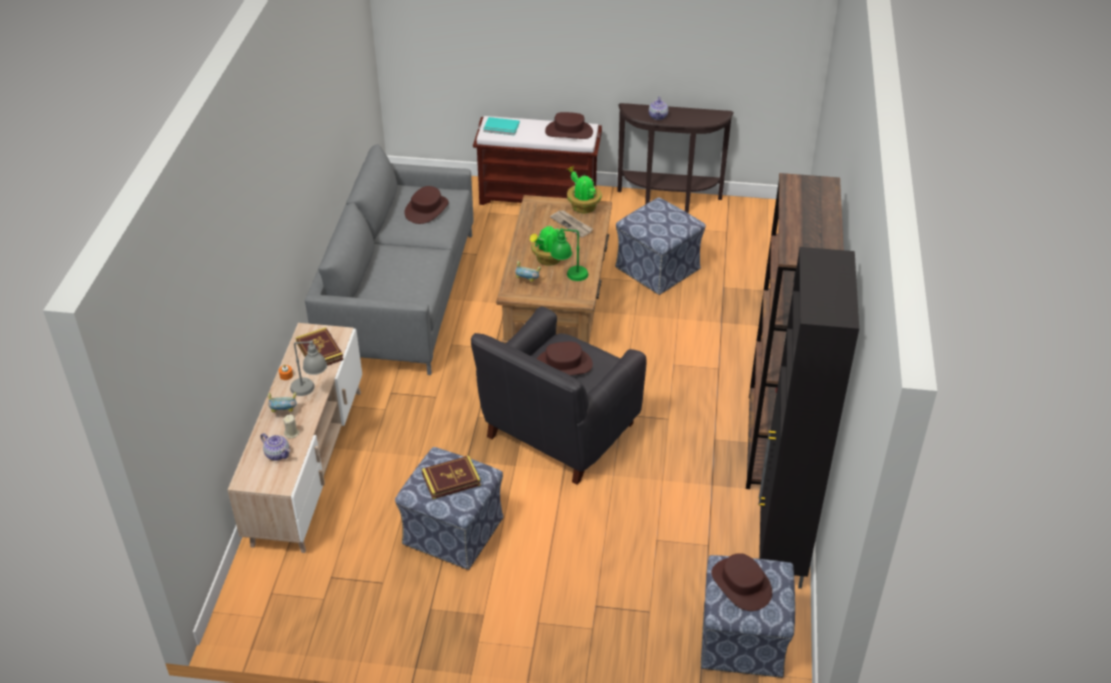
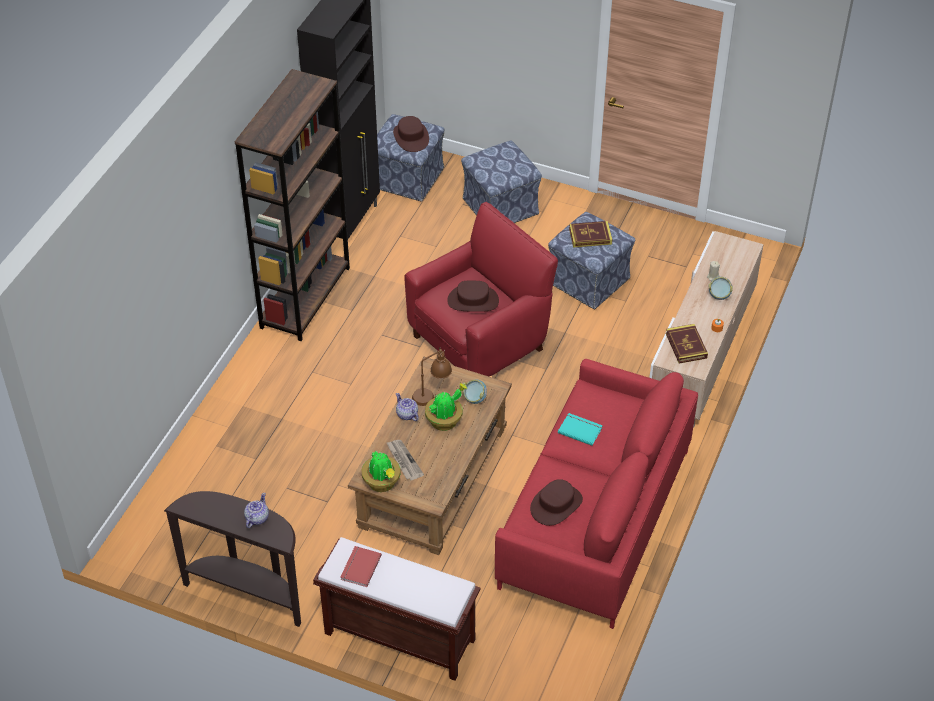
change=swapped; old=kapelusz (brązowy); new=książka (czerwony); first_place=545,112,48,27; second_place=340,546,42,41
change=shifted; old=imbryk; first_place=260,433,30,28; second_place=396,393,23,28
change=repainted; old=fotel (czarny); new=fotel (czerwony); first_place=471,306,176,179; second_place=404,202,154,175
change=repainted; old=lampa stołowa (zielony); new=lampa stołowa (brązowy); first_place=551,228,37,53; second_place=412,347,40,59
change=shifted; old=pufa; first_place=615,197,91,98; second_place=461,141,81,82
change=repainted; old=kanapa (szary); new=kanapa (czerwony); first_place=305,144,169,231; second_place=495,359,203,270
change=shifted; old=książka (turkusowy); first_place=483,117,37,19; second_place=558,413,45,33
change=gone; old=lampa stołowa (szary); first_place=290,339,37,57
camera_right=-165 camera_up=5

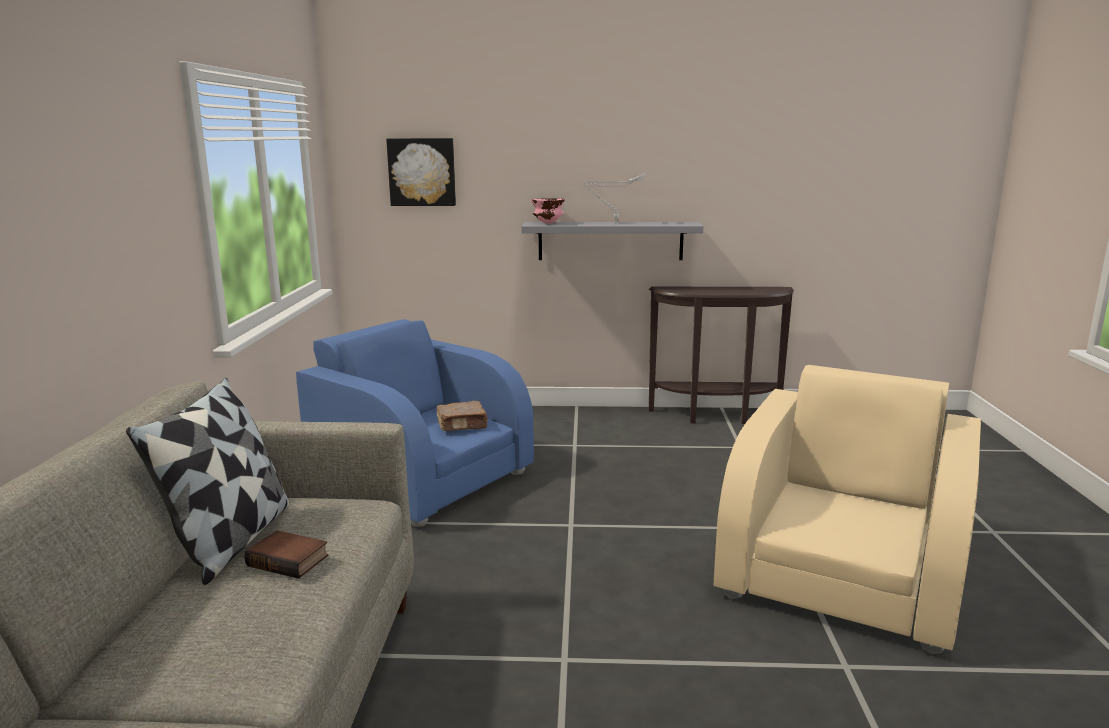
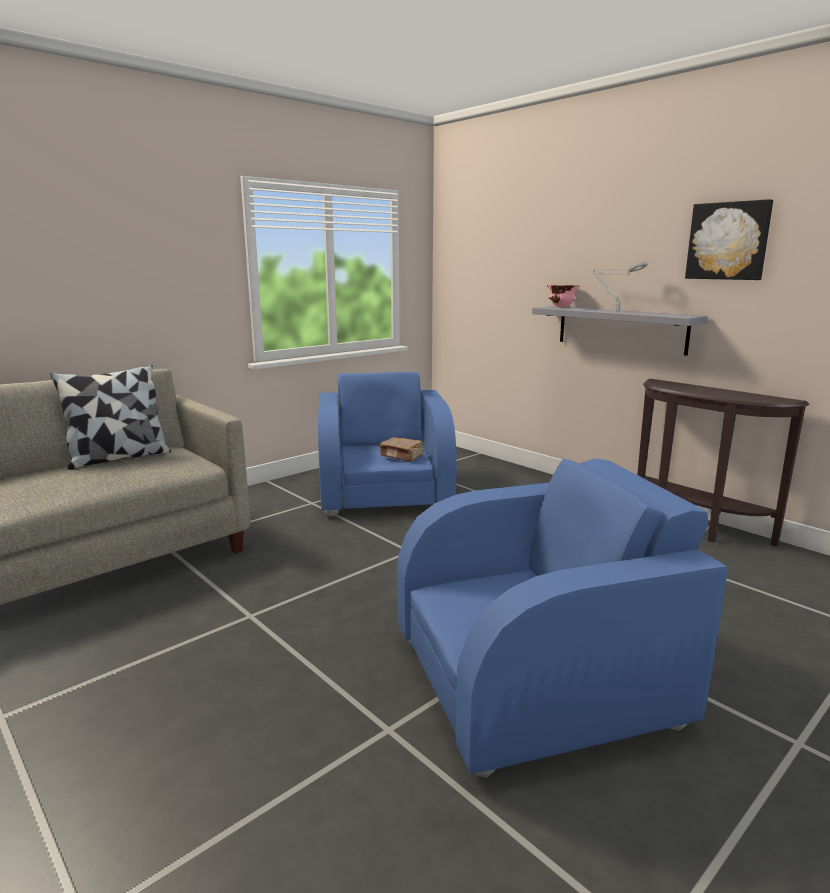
change=repainted; old=fotel (beżowy); new=fotel (niebieski); first_place=714,365,267,289; second_place=397,458,330,320
change=shifted; old=obraz; first_place=386,138,70,68; second_place=685,199,88,81
change=gone; old=książka; first_place=244,530,85,49
camera_right=45 camera_up=0

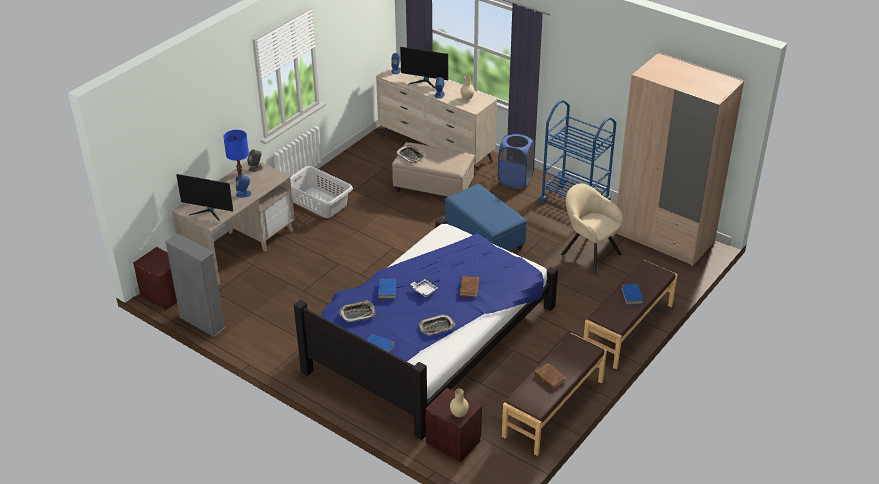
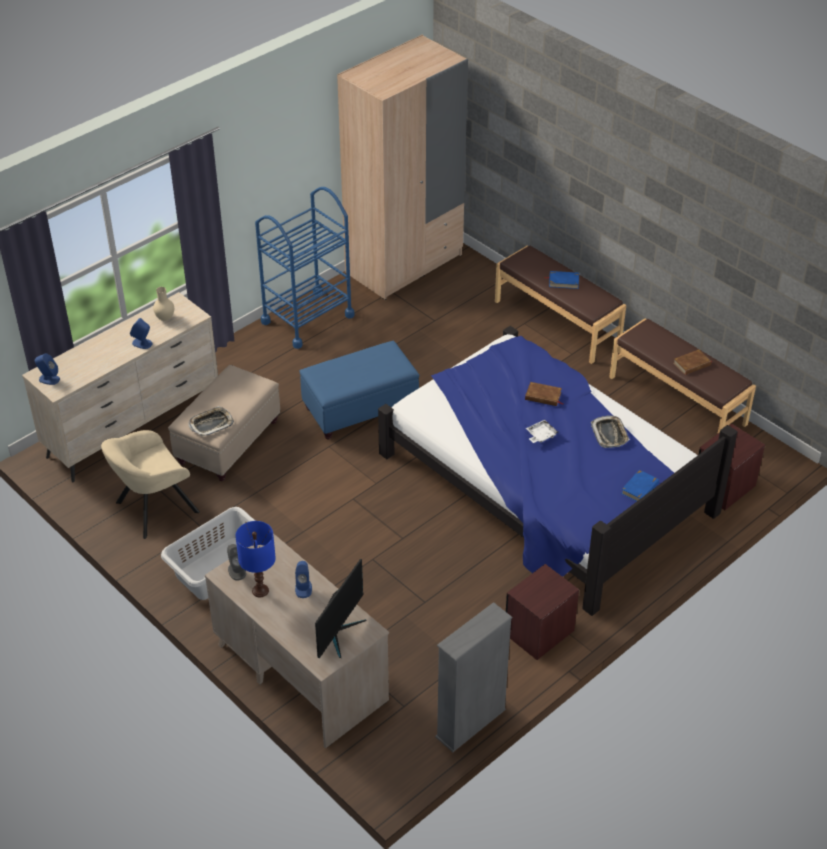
change=shifted; old=fotel (beżowy); first_place=561,183,62,91; second_place=101,430,99,109
change=shifted; old=szafka nocna (brązowy); first_place=133,247,44,63; second_place=506,564,73,96
change=gone; old=taca; first_place=339,300,37,22
change=gone; old=książka (niebieski); first_place=378,279,18,23
change=gone; old=monitor; first_place=400,47,48,42
change=gone; old=wazon (beżowy); first_place=450,388,19,29
change=gone; old=kosz na pranie (niebieski); first_place=498,133,37,55
camera_right=-80 camera_up=5

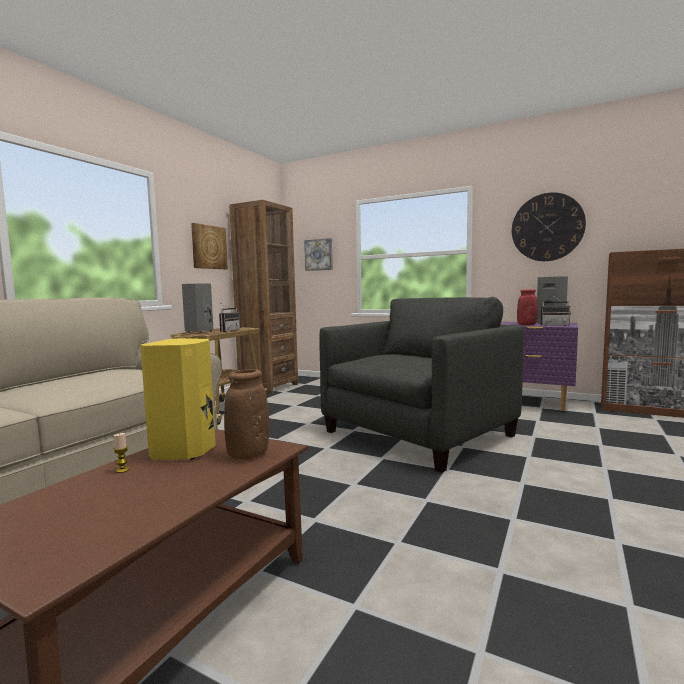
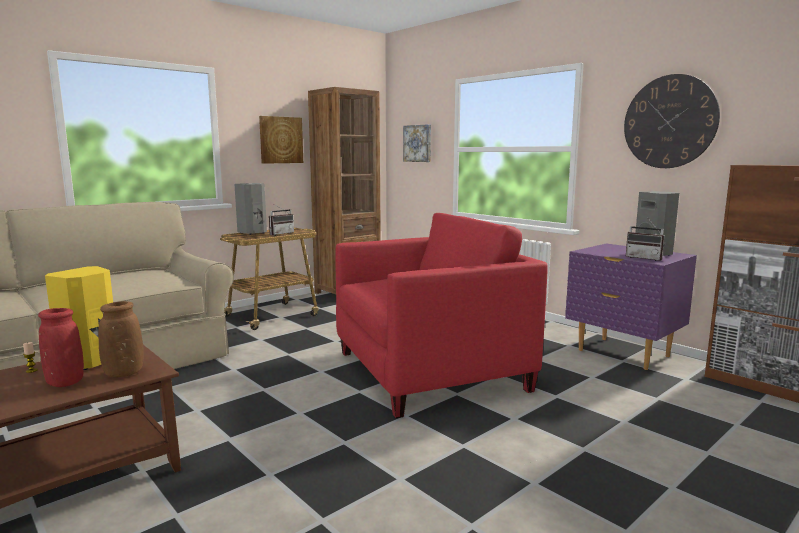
change=shifted; old=wazon (czerwony); first_place=517,289,21,36; second_place=38,308,46,79
change=repainted; old=fotel (szary); new=fotel (czerwony); first_place=320,297,204,176; second_place=335,213,213,205
camera_right=20 camera_up=5

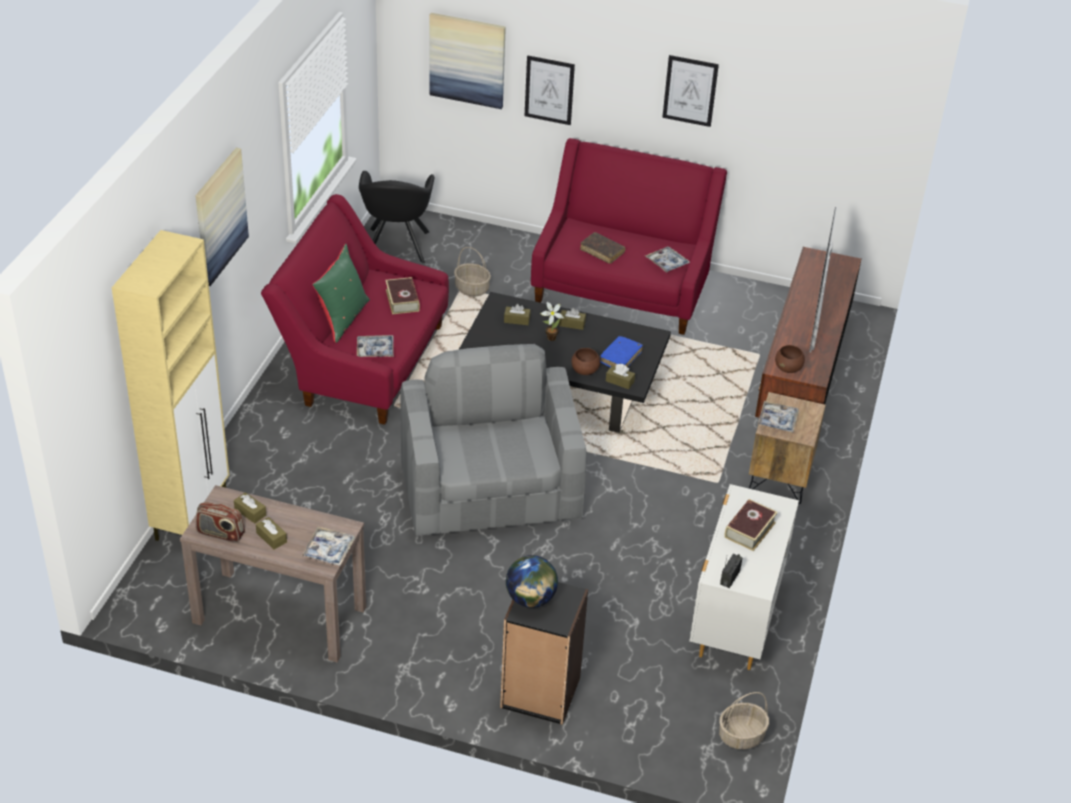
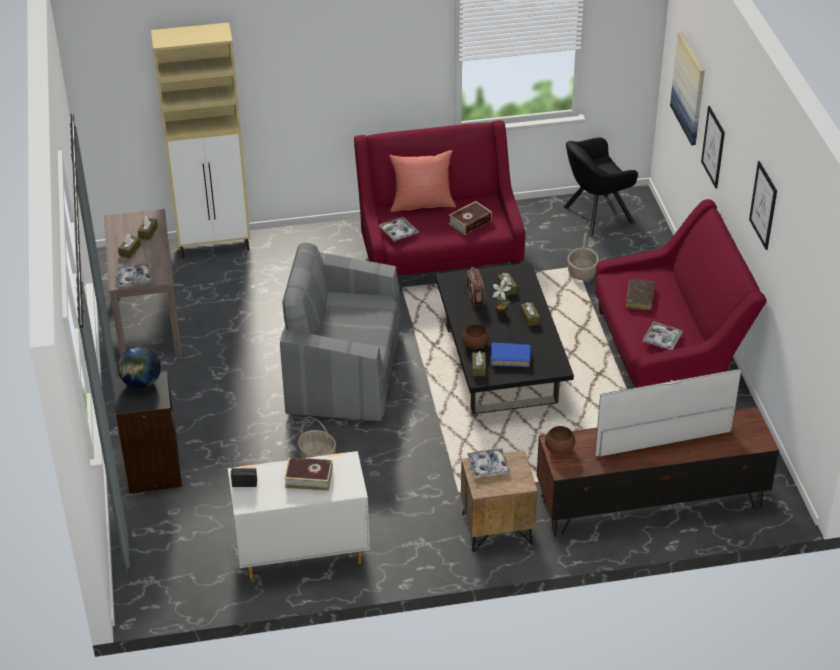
change=rotated; old=fotel (szary); first_place=400,344,187,192; second_place=280,243,121,178; degrees=-135
change=shifted; old=koszyk; first_place=719,692,50,57; second_place=297,417,39,41
change=repainted; old=poduszka (zielony); new=poduszka (czerwony); first_place=312,244,58,99; second_place=389,150,67,62
change=shifted; old=radio; first_place=196,502,49,41; second_place=466,267,18,40
change=gone; old=obraz; first_place=196,148,53,138
camera_right=65 camera_up=0

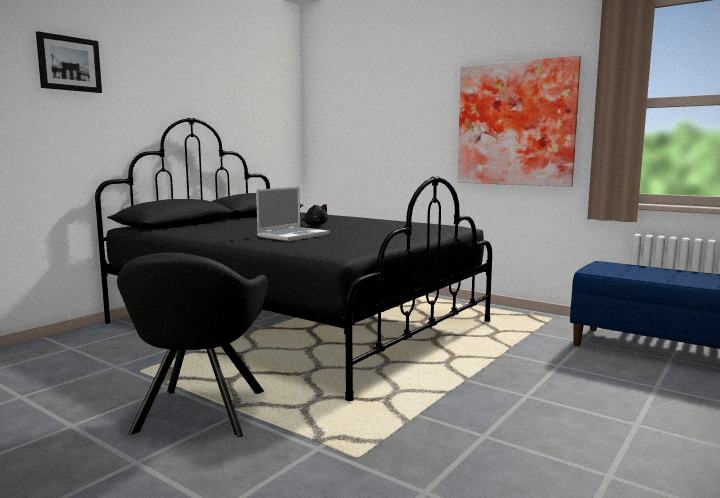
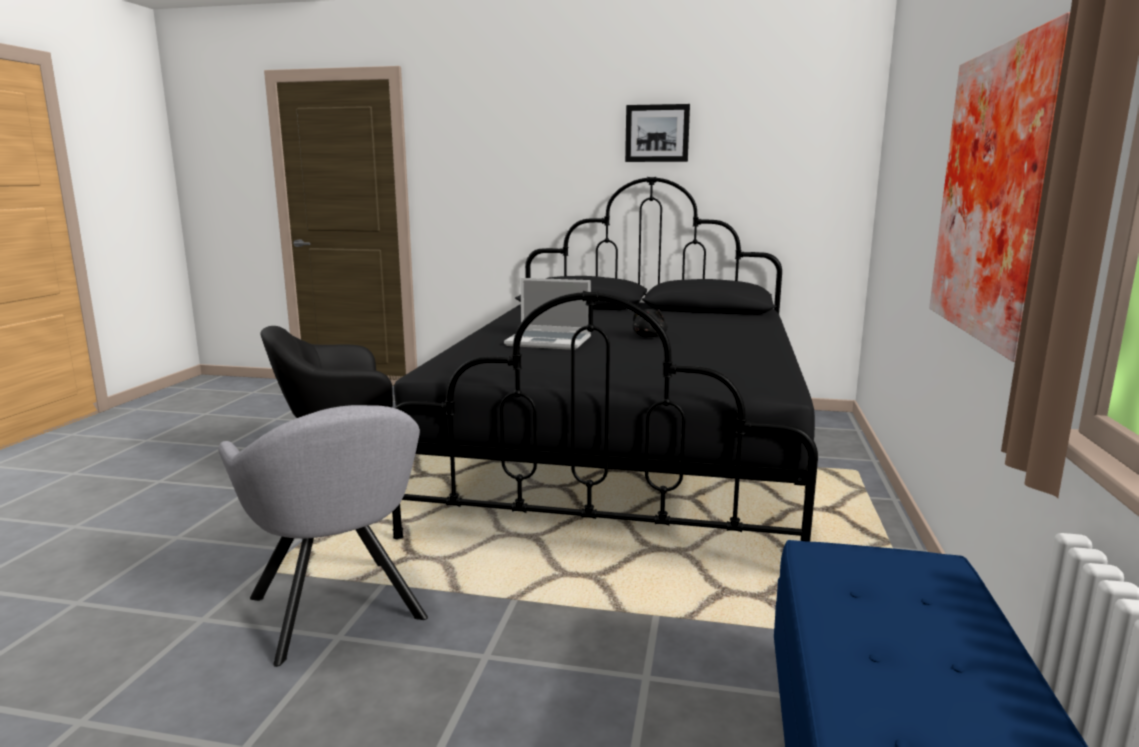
change=new; new=fotel (szary); second_place=218,405,210,262
change=shifted; old=obraz; first_place=36,31,66,62; second_place=625,104,65,58
camera_right=65 camera_up=5

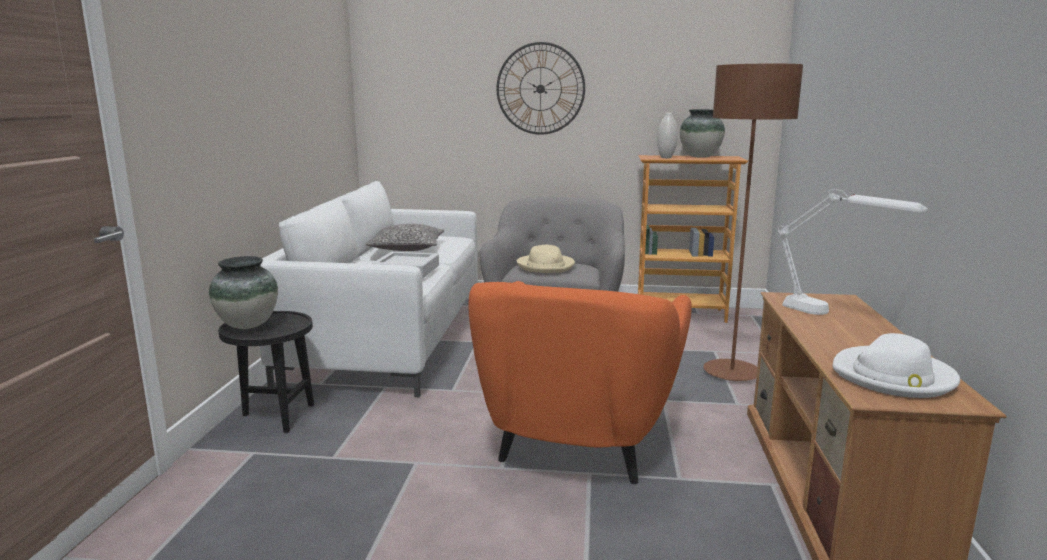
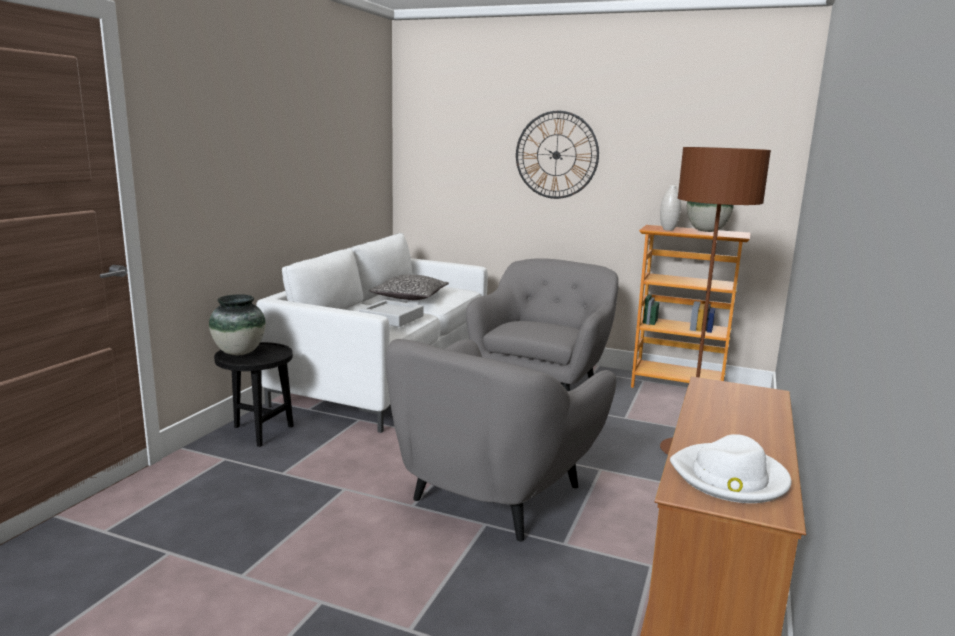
change=repainted; old=fotel (pomarańczowy); new=fotel (szary); first_place=468,281,224,203; second_place=385,339,231,203
change=gone; old=kapelusz (beżowy); first_place=517,245,58,28
change=gone; old=lampa stołowa (biały); first_place=778,189,150,126
camera_right=15 camera_up=0

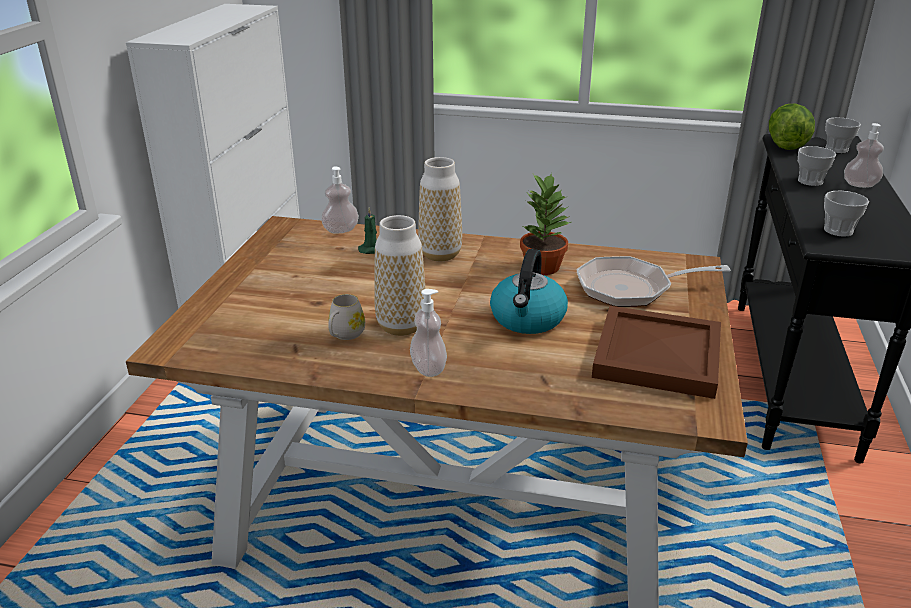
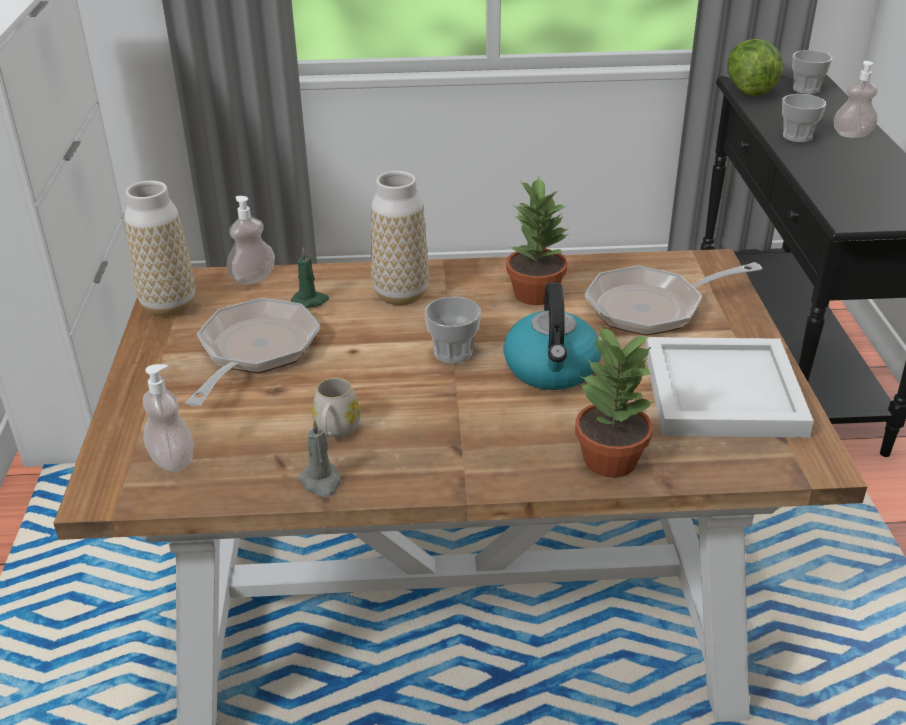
change=shifted; old=wazon; first_place=374,215,52,121; second_place=124,181,71,135
change=shifted; old=dozownik mydła; first_place=410,289,37,88; second_place=143,364,51,108
change=new; new=patelnia; second_place=185,298,135,109
change=new; new=świeca (szary); second_place=298,419,43,78
change=shifted; old=filiżanka; first_place=824,190,45,47; second_place=424,296,57,68
change=new; new=roślina doniczkowa; second_place=575,324,80,154
change=repainted; old=taca (brązowy); new=taca (biały); first_place=592,306,129,93; second_place=645,337,169,101
camera_right=-15 camera_up=5

